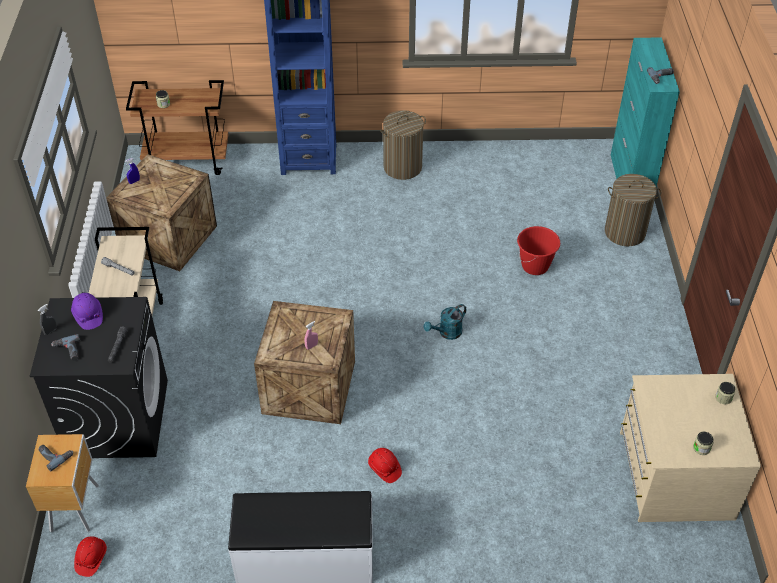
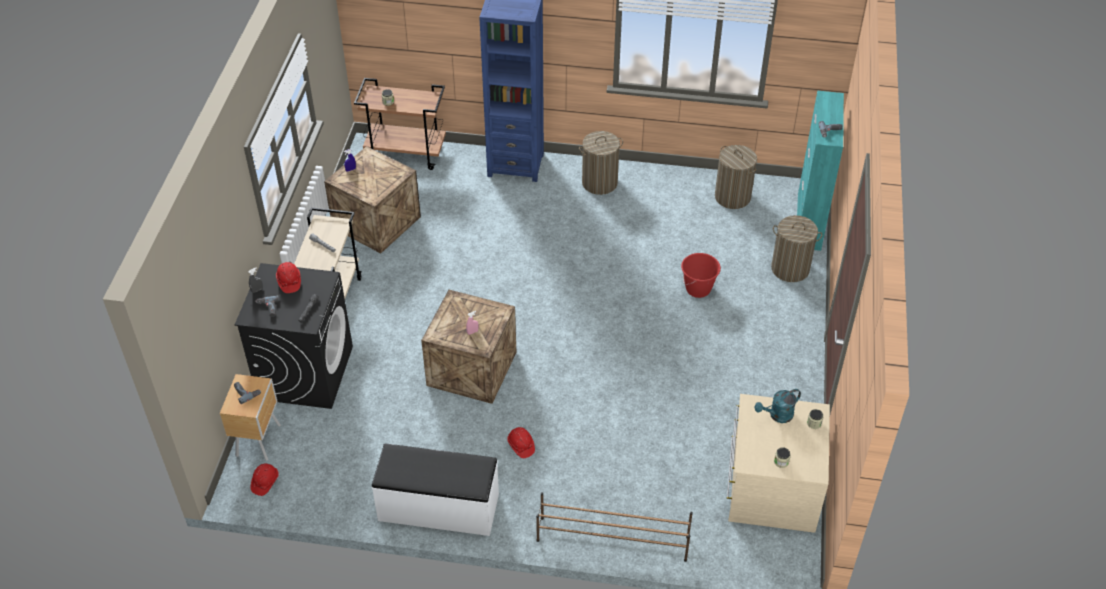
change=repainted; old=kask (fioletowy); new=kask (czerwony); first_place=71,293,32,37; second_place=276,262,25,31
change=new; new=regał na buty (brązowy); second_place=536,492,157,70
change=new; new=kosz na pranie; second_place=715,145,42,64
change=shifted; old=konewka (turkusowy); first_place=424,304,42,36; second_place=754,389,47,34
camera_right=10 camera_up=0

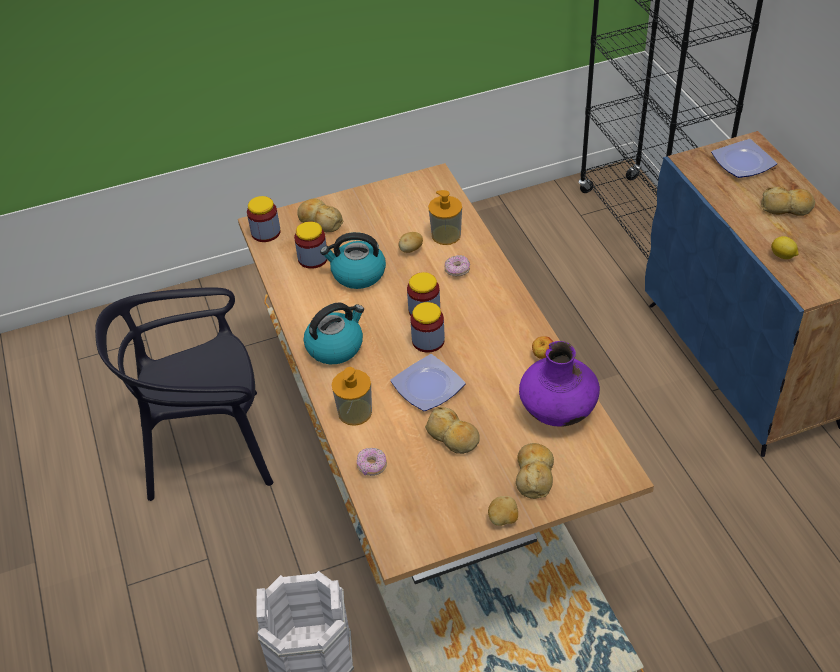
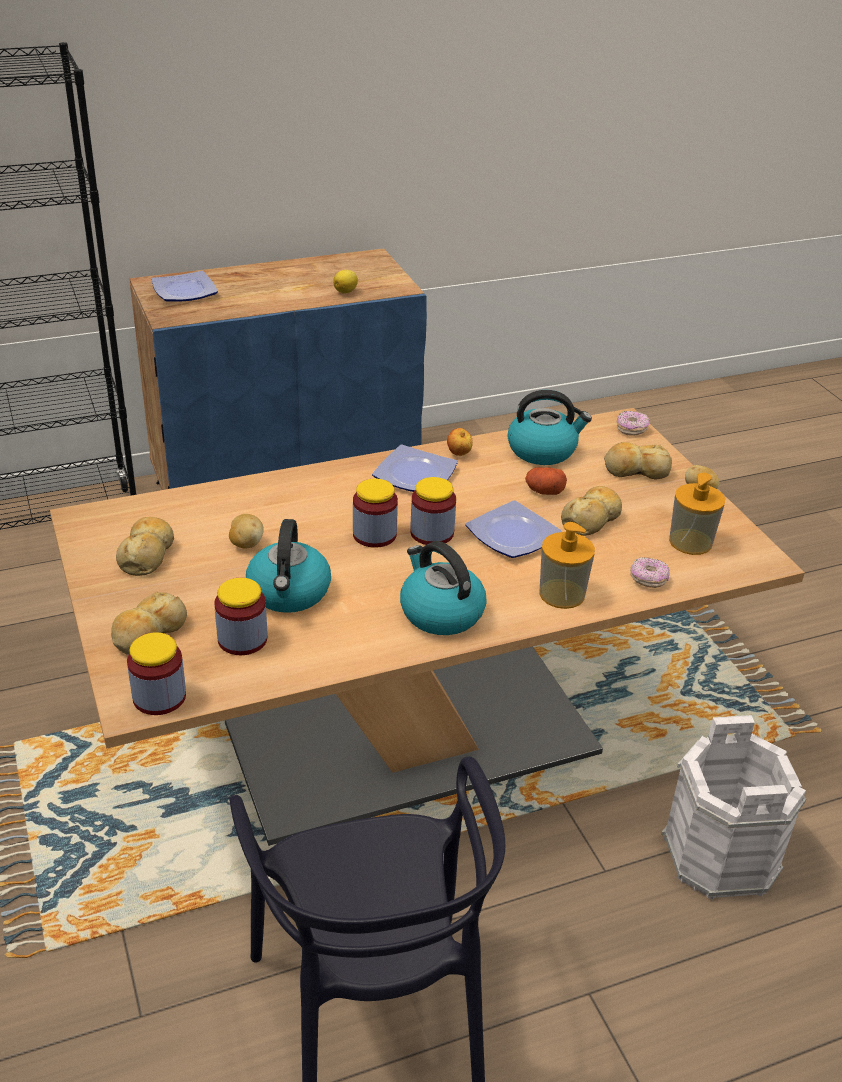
change=shifted; old=chleb; first_place=761,187,54,29; second_place=116,517,58,59
change=new; new=talerz; second_place=372,445,86,47
change=swapped; old=wazon (fioletowy); new=czajnik; first_place=519,341,81,86; second_place=508,390,84,75
change=new; new=ziemniak; second_place=525,467,42,28
change=shifted; old=donut; first_place=444,255,26,22; second_place=617,411,33,25
change=shifted; old=dozownik mydła; first_place=428,190,34,55; second_place=669,473,56,82
camera_right=-95 camera_up=-10

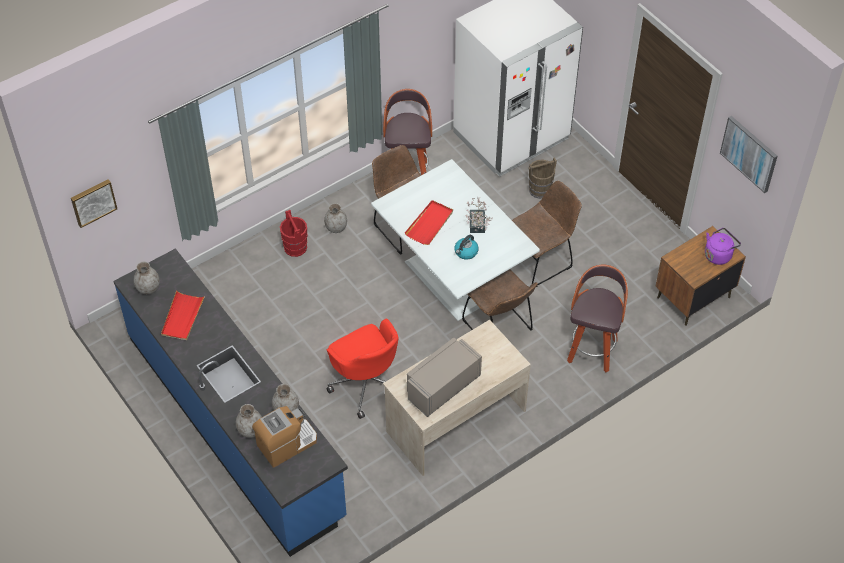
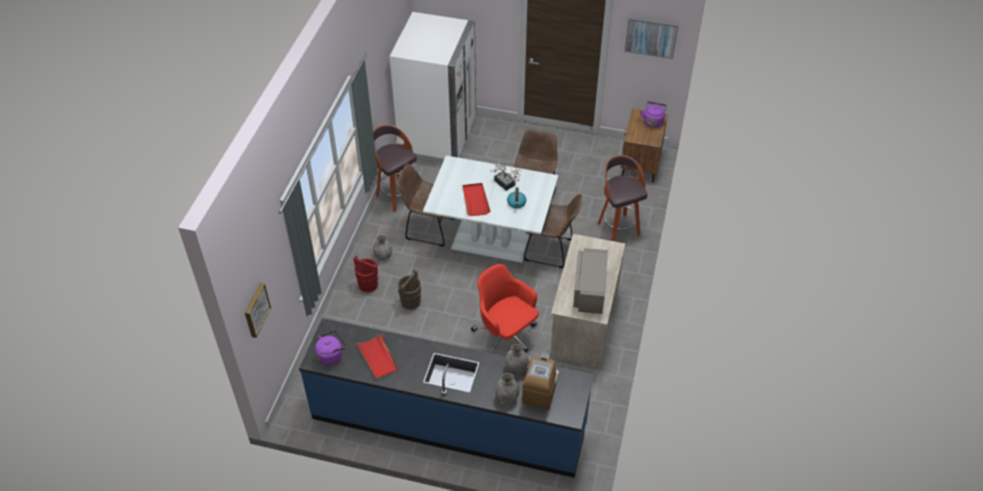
change=swapped; old=wazon (szary); new=czajnik (fioletowy); first_place=133,262,27,32; second_place=315,331,31,35
change=shifted; old=wiadro (brązowy); first_place=528,157,29,42; second_place=397,269,24,41
change=rotated; old=krzesło biurowe (czerwony); first_place=326,318,72,101; second_place=471,264,68,89; degrees=-150
camera_right=-40 camera_up=-5

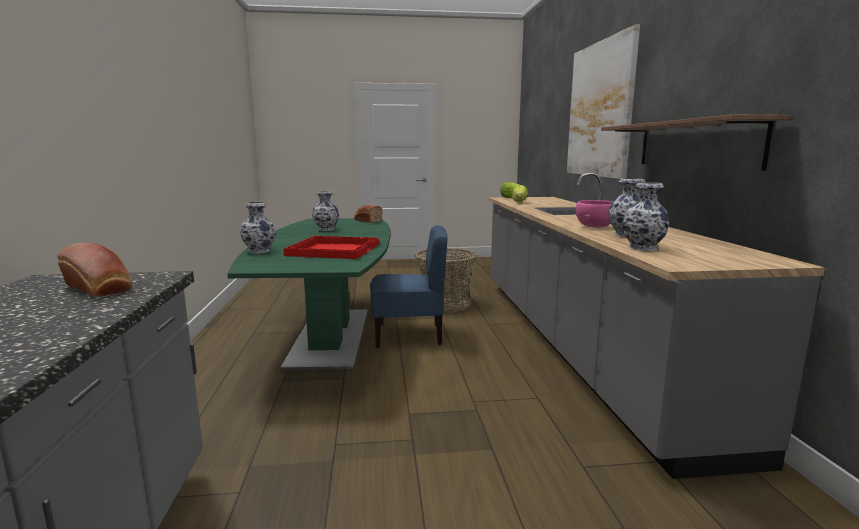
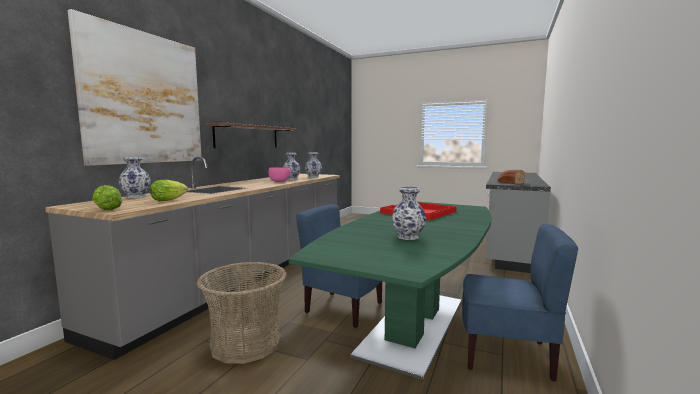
change=shifted; old=wazon; first_place=240,202,36,52; second_place=118,156,33,42
change=new; new=krzesło (niebieski); second_place=462,224,116,157
change=gone; old=chleb; first_place=354,205,29,18
camera_right=-150 camera_up=-5

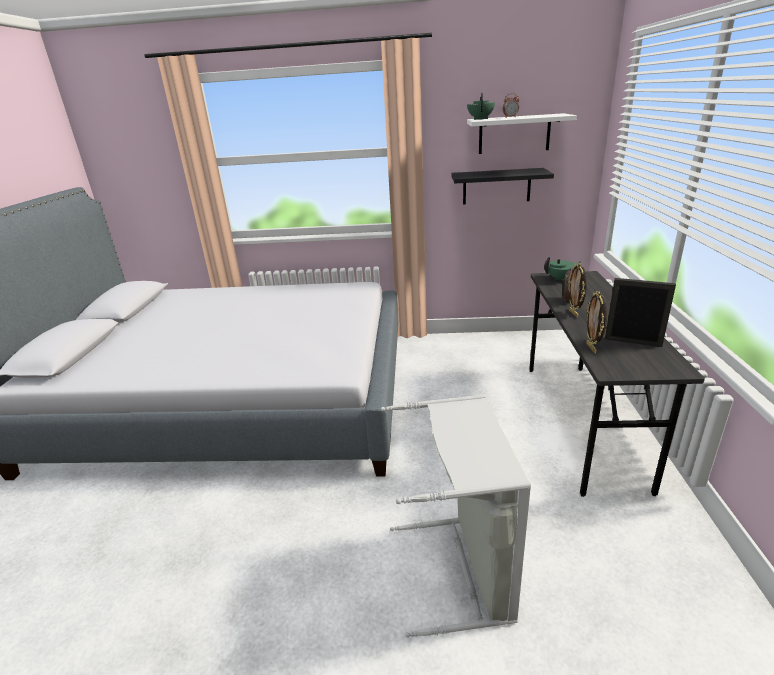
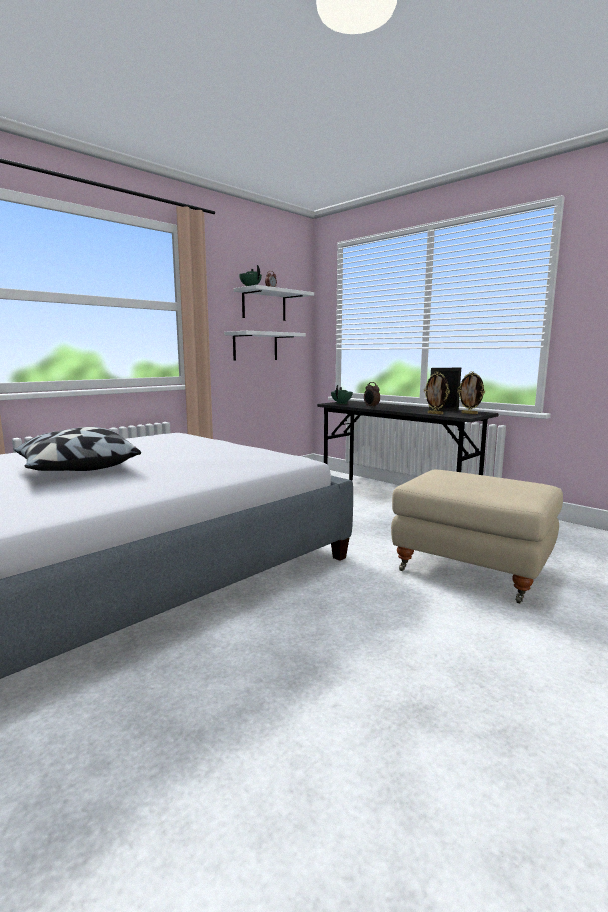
change=new; new=poduszka; second_place=13,427,128,44
change=repainted; old=półka (czarny); new=półka (biały); first_place=451,168,103,36; second_place=224,331,82,29
change=swapped; old=kosz na pranie (szary); new=pufa (beżowy); first_place=381,395,150,243; second_place=391,470,172,133
change=shifted; old=ramka na zdjęcie; first_place=568,263,19,55; second_place=457,371,28,43
camera_right=-50 camera_up=-15

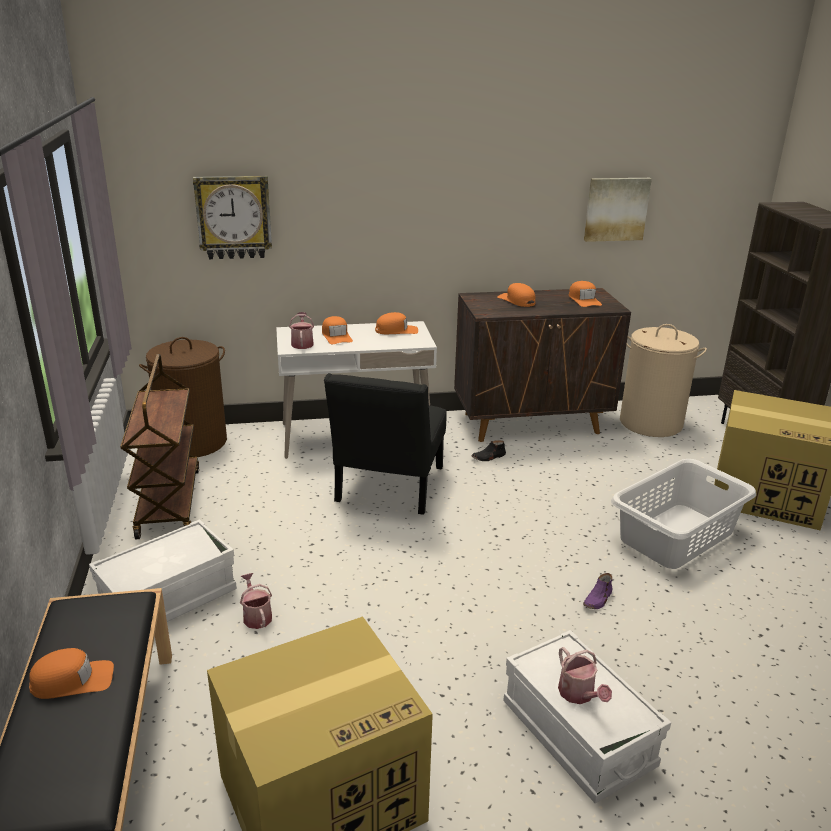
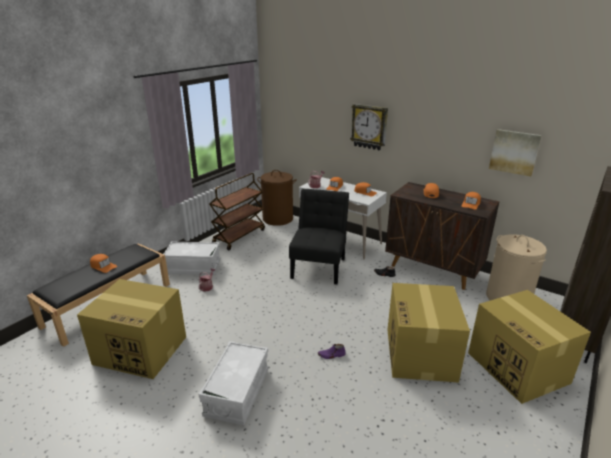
change=rotated; old=krzesło (czarny); first_place=324,373,123,142; second_place=289,189,60,95; degrees=135
change=shifted; old=zegar ścienny; first_place=193,176,79,83; second_place=350,104,38,47
change=swapped; old=kosz na pranie (biały); new=karton; first_place=611,459,145,110; second_place=387,283,83,100
change=gone; old=konewka; first_place=558,647,54,57
camera_right=45 camera_up=0

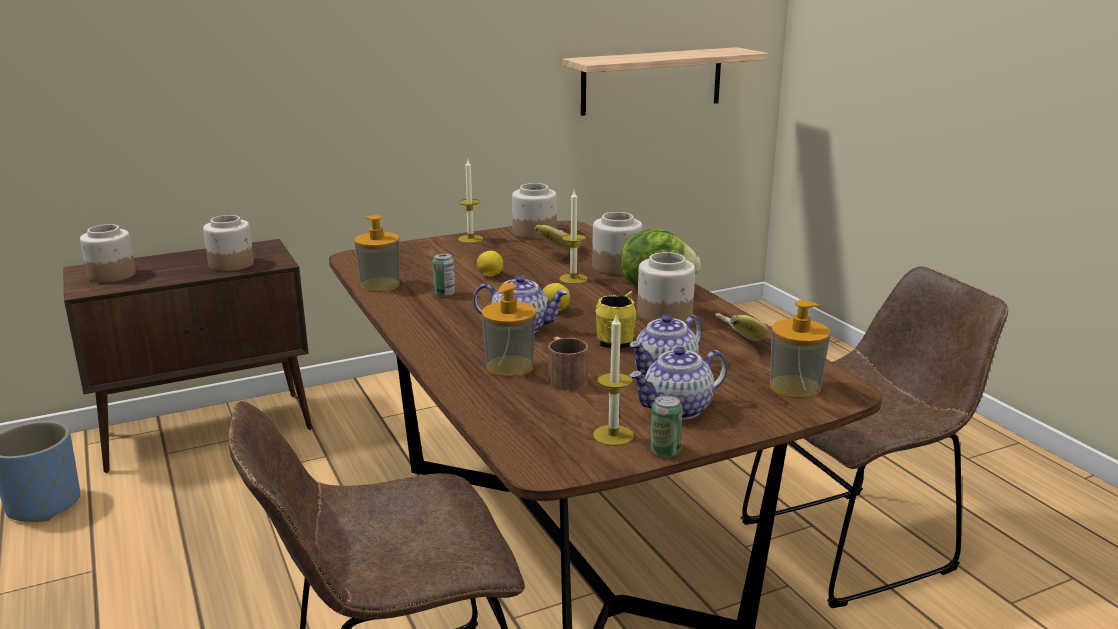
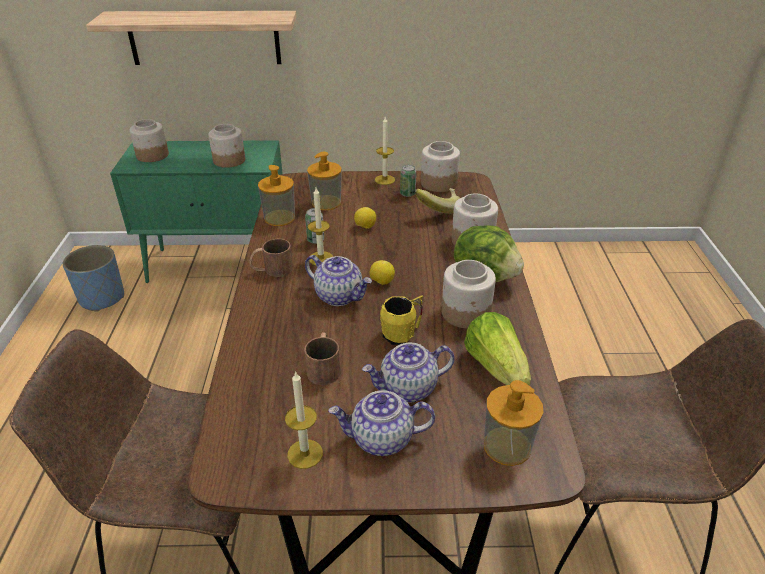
change=shifted; old=półka; first_place=562,47,206,69; second_place=86,11,211,54
change=repainted; old=szafka (brązowy); new=szafka (zielony); first_place=63,239,249,234; second_place=110,140,173,143
change=new; new=kubek (brązowy); second_place=249,239,44,38
change=shifted; old=dozownik mydła; first_place=482,283,54,94; second_place=307,152,35,58
change=shifted; old=świeca; first_place=560,191,28,93; second_place=308,188,25,77
change=shifted; old=puszka; first_place=650,395,33,63; second_place=400,165,16,32
change=swapped; old=banan; new=sałata; first_place=715,313,53,28; second_place=464,312,67,74
camera_right=25 camera_up=15

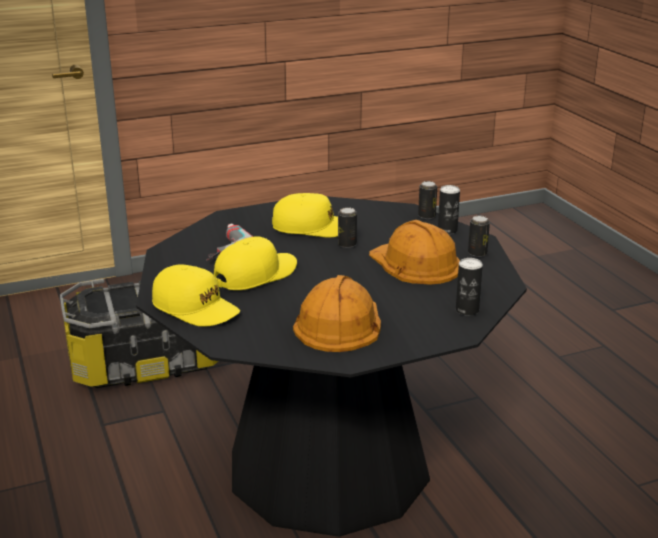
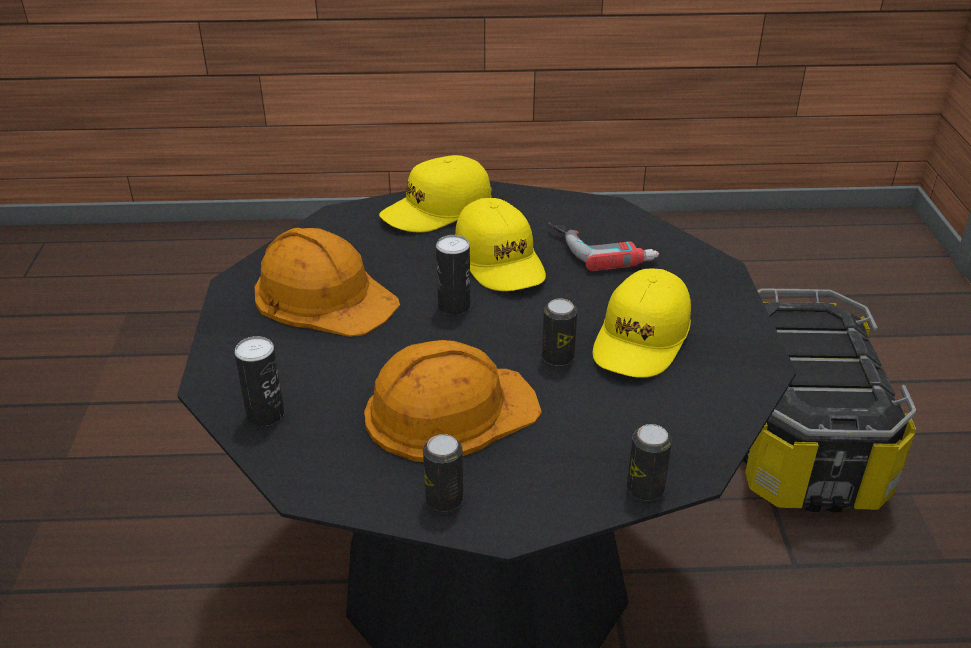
change=shifted; old=puszka; first_place=438,185,22,49; second_place=436,235,34,80
camera_right=110 camera_up=10

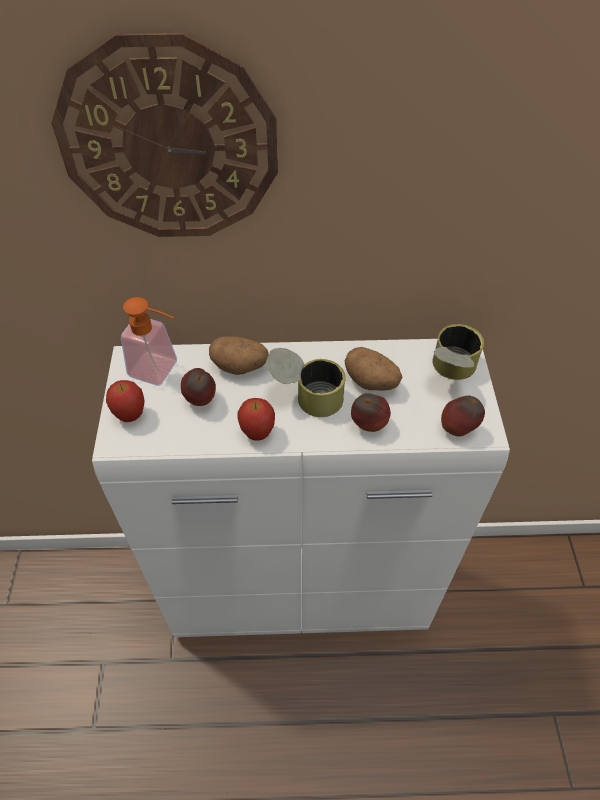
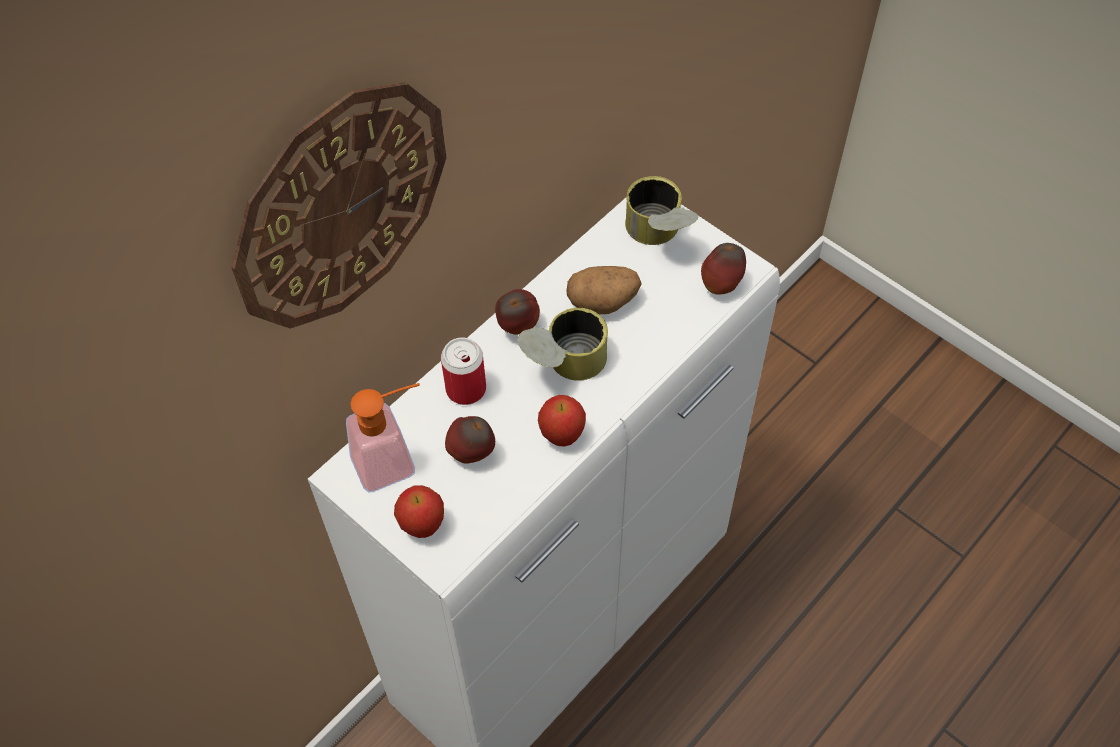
change=swapped; old=ziemniak; new=puszka; first_place=209,336,59,39; second_place=441,338,45,67
change=shifted; old=jabłko; first_place=351,393,40,39; second_place=495,289,45,46
camera_right=-45 camera_up=5

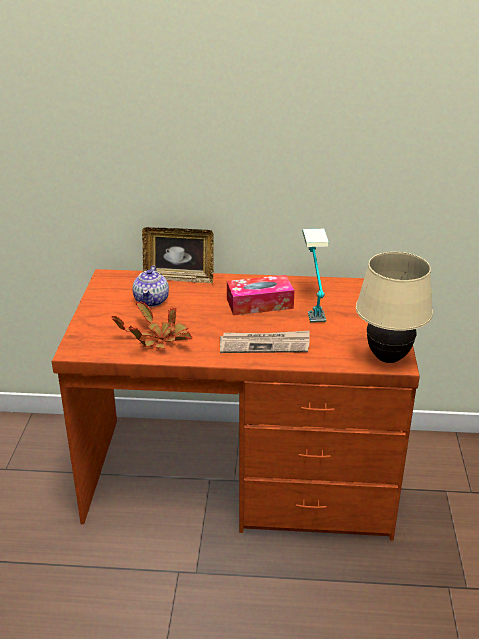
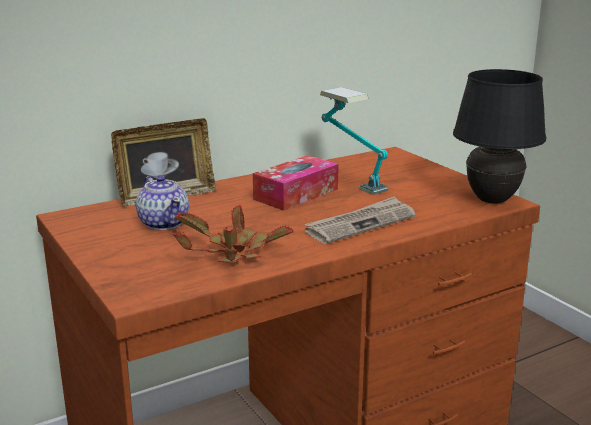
change=repainted; old=lampa stołowa (beżowy); new=lampa stołowa (czarny); first_place=356,252,77,111; second_place=453,69,93,135
camera_right=-35 camera_up=-10

